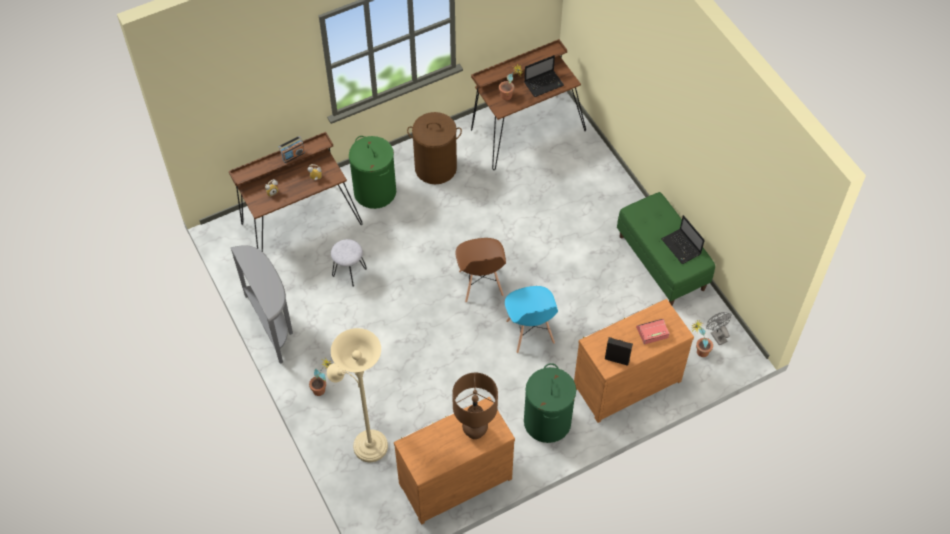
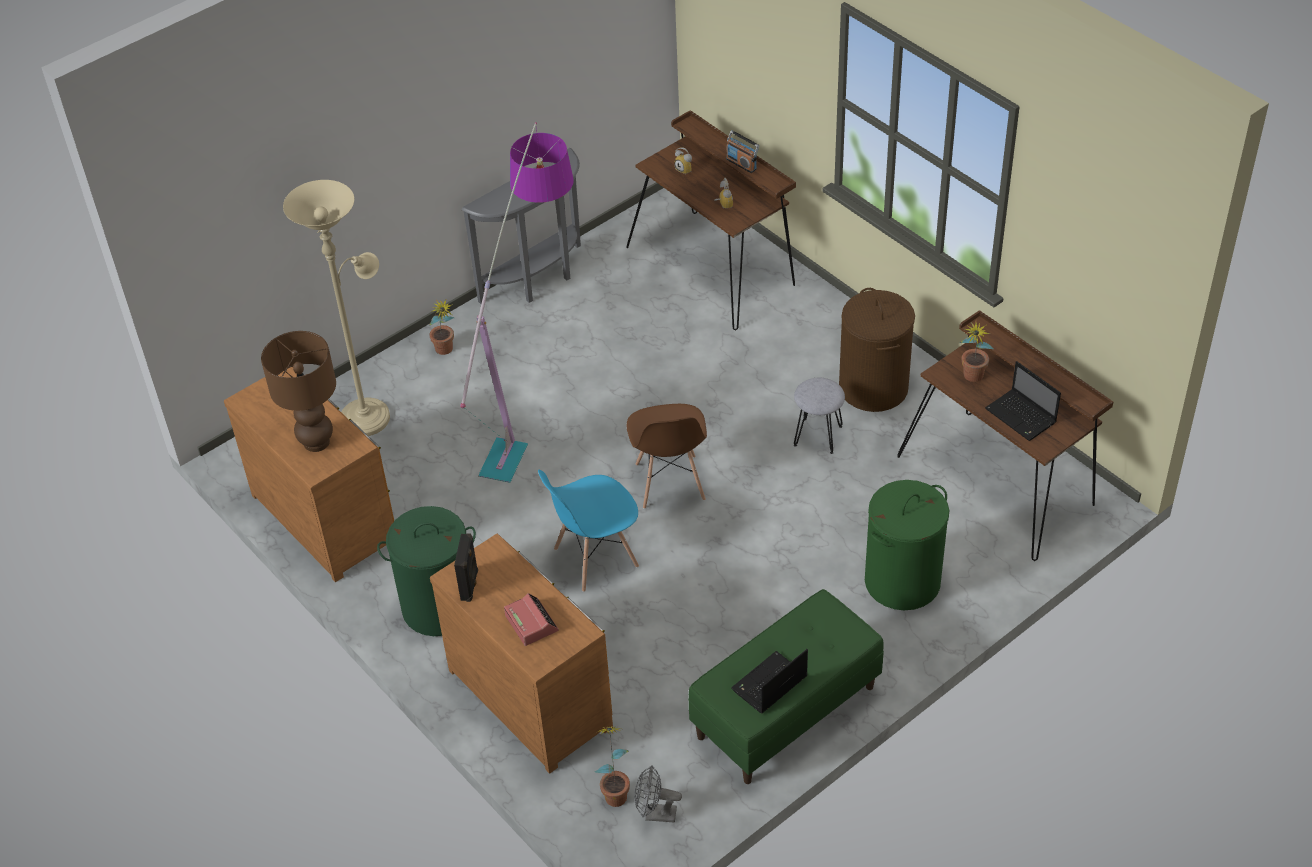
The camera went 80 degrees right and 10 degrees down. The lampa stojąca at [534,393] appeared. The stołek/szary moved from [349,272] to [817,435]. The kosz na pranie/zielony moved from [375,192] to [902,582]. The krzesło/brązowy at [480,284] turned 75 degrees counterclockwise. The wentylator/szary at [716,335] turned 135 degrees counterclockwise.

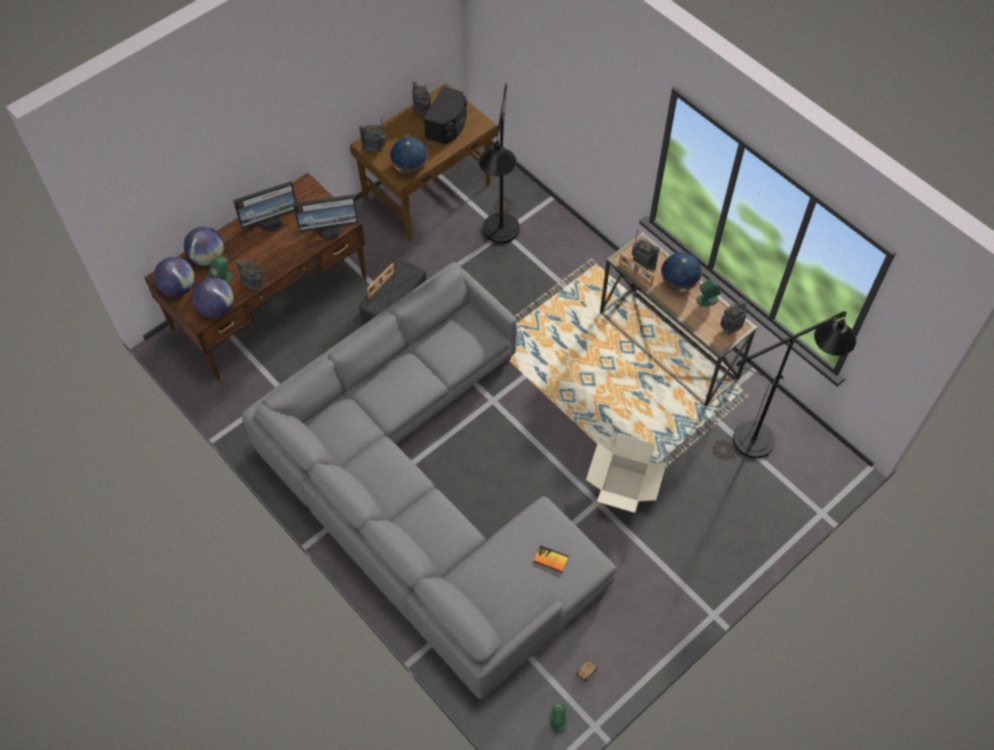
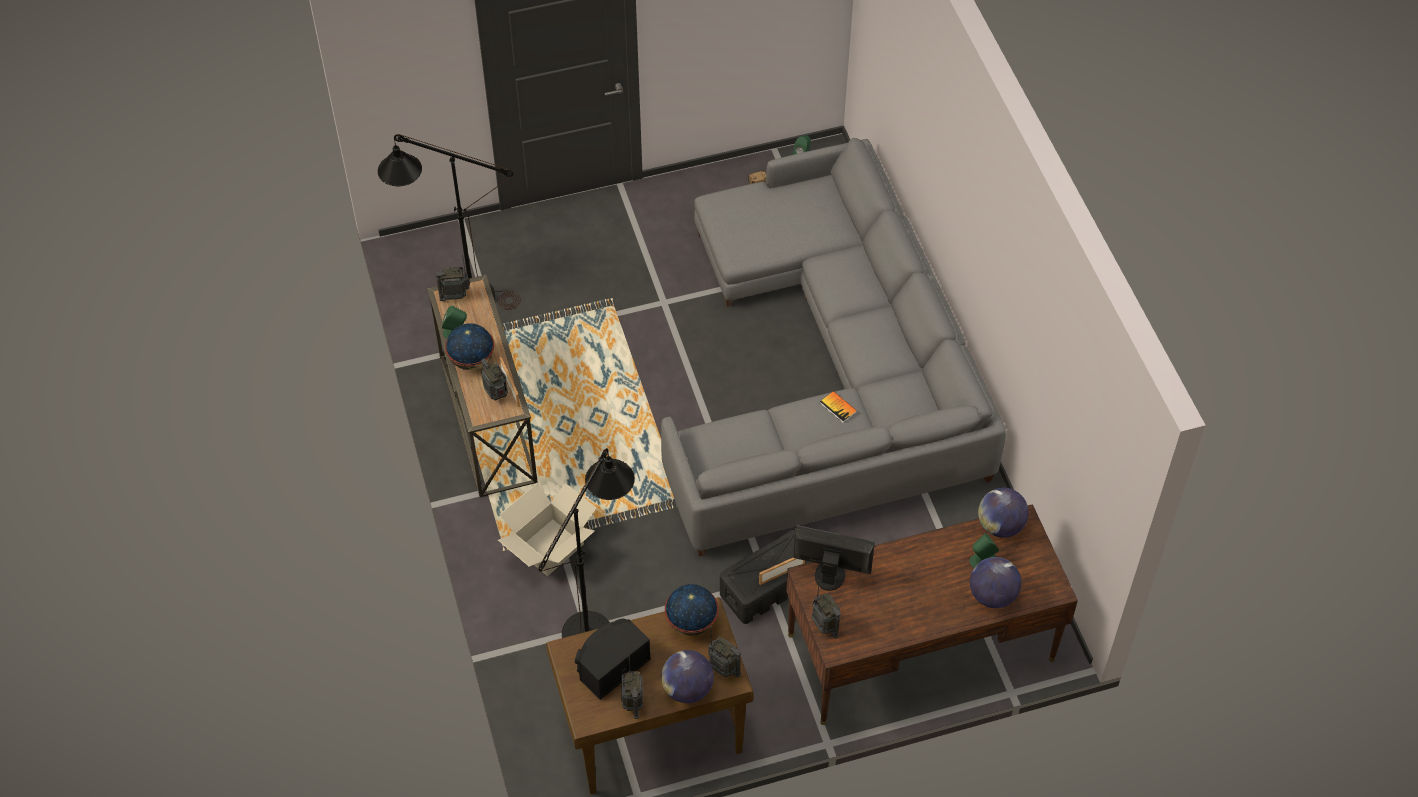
The camera went 155 degrees left and 5 degrees down. The monitor at [271,222] disappeared. The globus moved from [178,288] to [687,689]. The radio moved from [254,285] to [824,626]. The książka moved from [551,559] to [838,407]. The karton moved from [623,488] to [549,547].

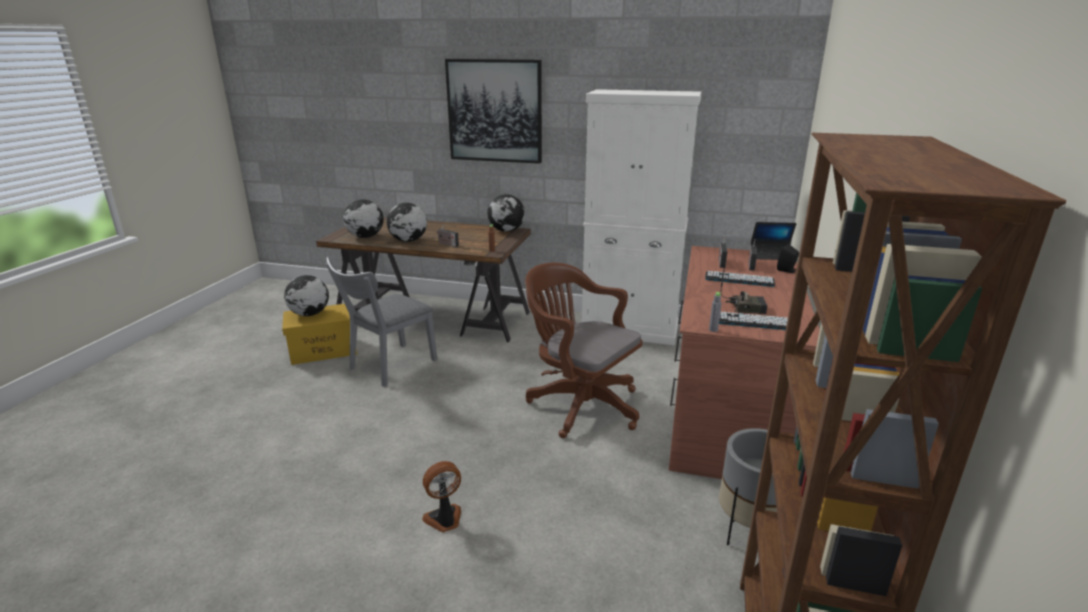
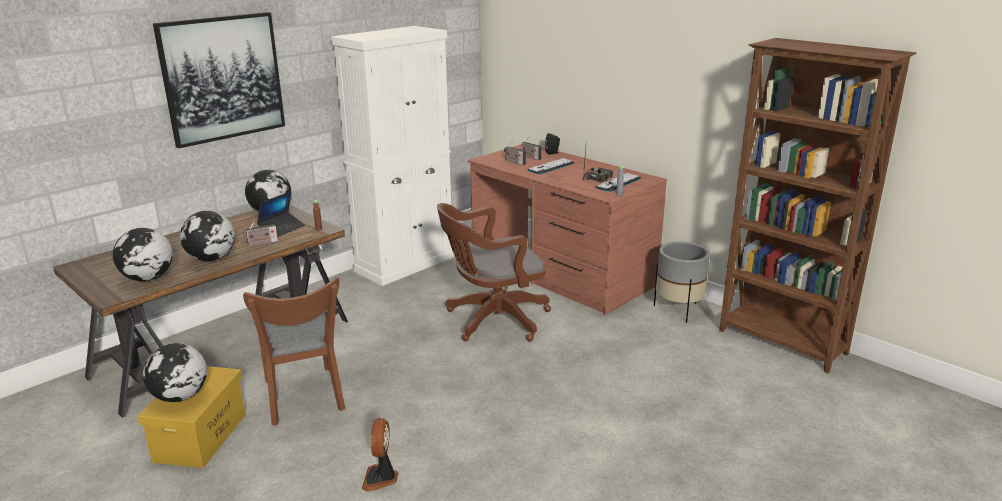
The camera went 60 degrees left and 0 degrees up. The wentylator moved from [444,520] to [381,478]. The laptop moved from [772,255] to [282,229]. The krzesło/szary at [388,366] became the krzesło/brązowy at [304,399].

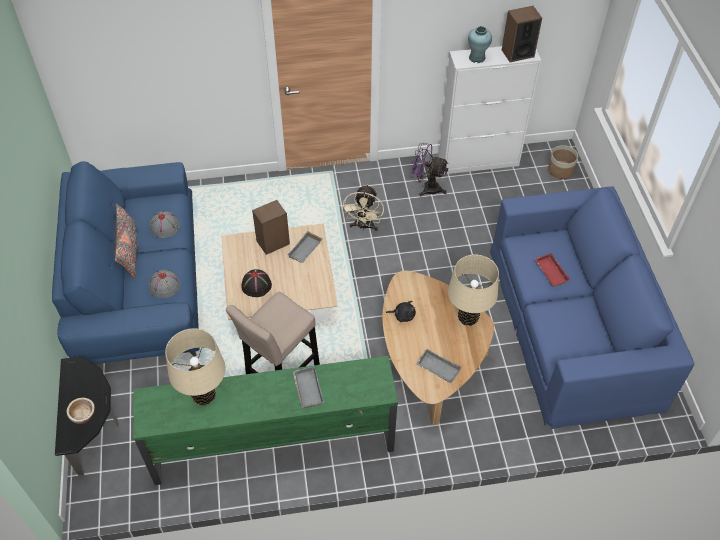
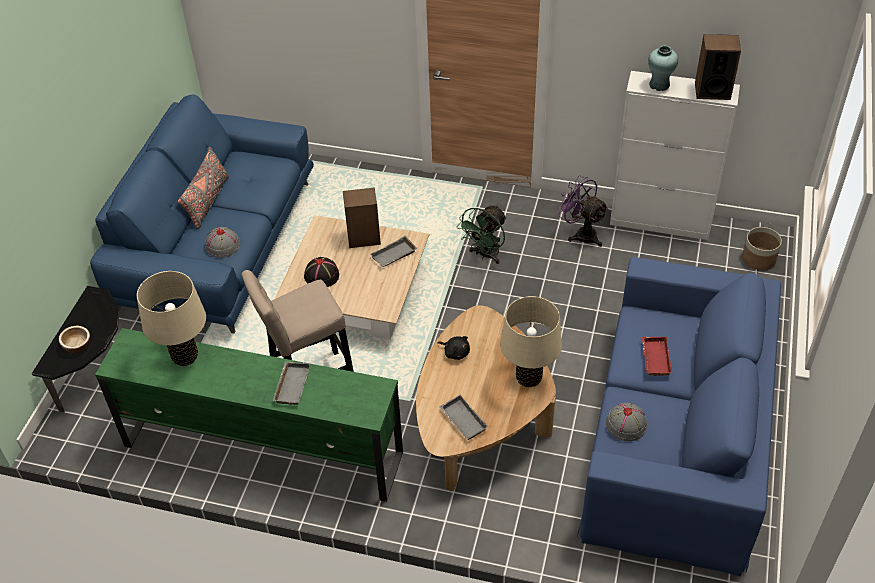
The camera went 25 degrees right and 5 degrees down. The kapelusz/szary moved from [165,226] to [626,424]. The wentylator/beżowy at [364,226] became the wentylator/zielony at [485,255].

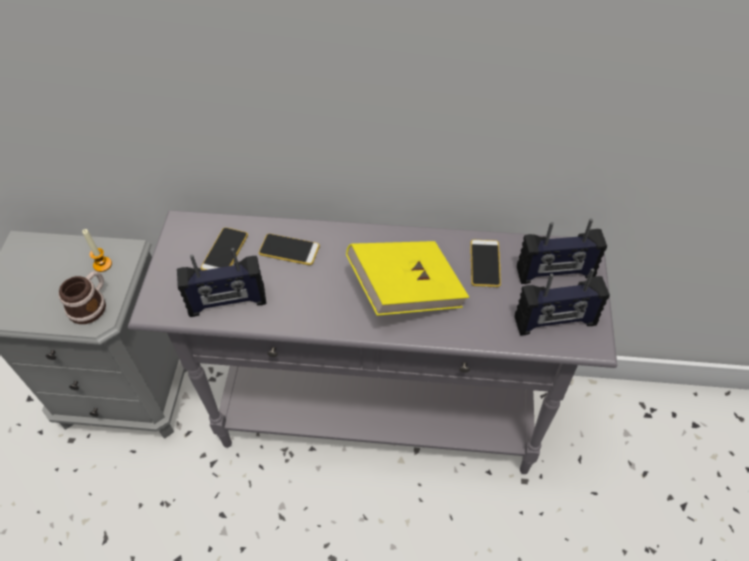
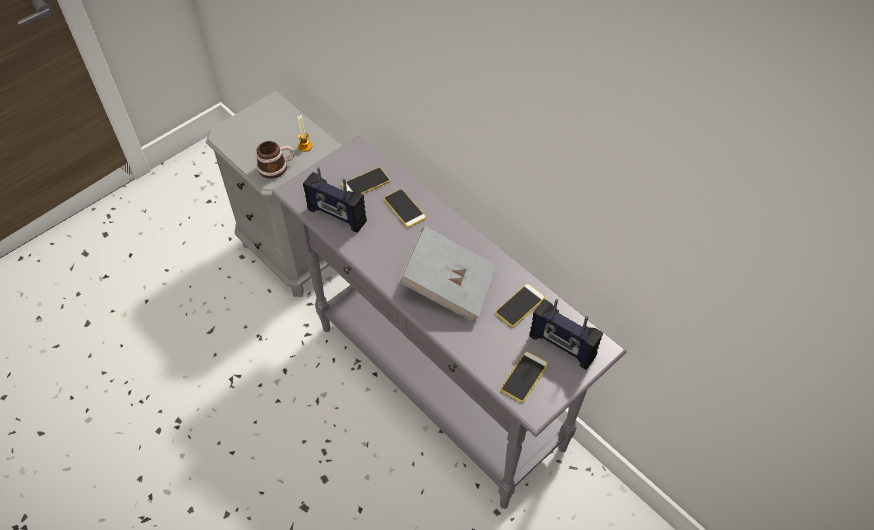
The camera went 40 degrees right and 0 degrees up. The radio at [555,322] was replaced by the telefon at [524,377]. The książka/żółty at [406,291] became the książka/szary at [448,286].

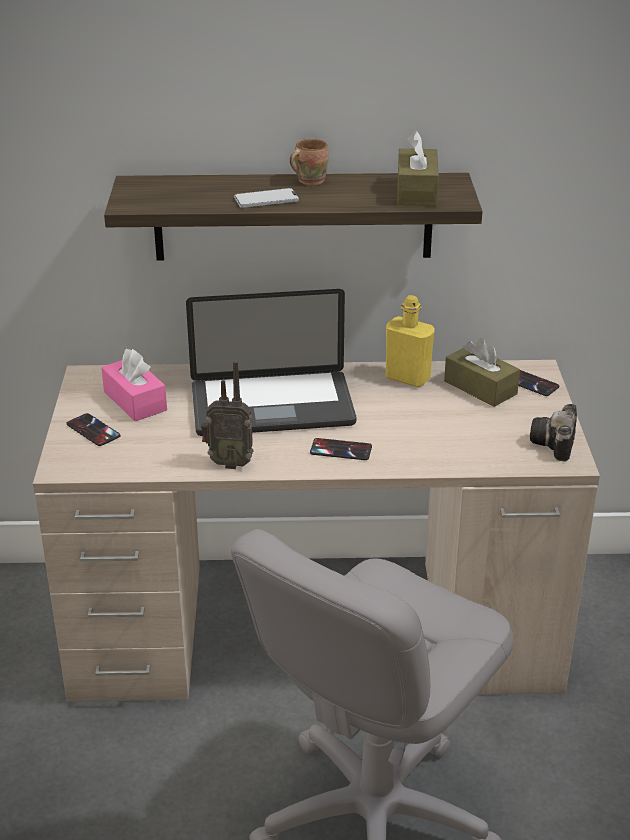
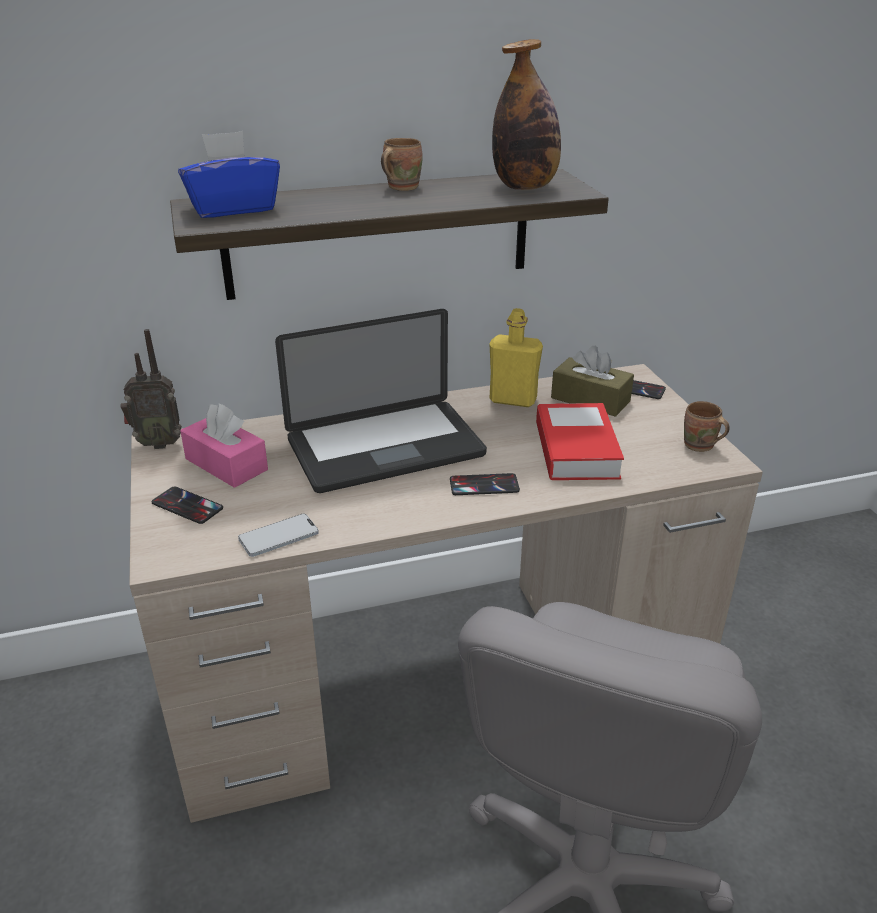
The camera went 15 degrees left and 0 degrees up. The pudełko chusteczek/niebieski at [233,208] appeared. The książka at [576,450] appeared. The radio moved from [229,463] to [158,443]. The telefon moved from [266,199] to [278,536]. The pudełko chusteczek/brązowy at [416,191] was replaced by the butelka at [525,187]. The aparat fotograficzny at [555,445] was replaced by the kubek/brązowy at [699,446].

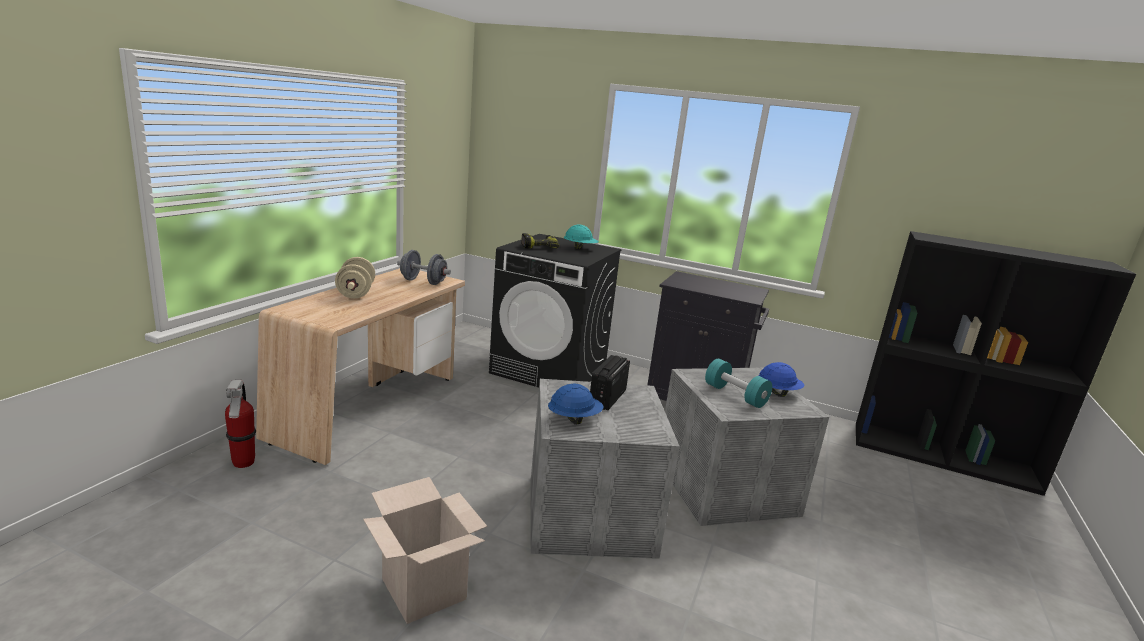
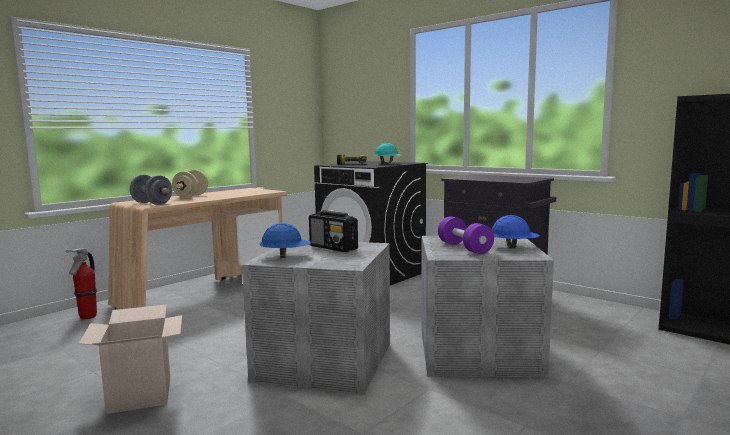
The camera went 20 degrees right and 10 degrees down. The hantel/szary moved from [423,282] to [152,203]. The hantel/turkusowy at [735,395] became the hantel/fioletowy at [464,248]. The radio at [607,398] turned 90 degrees counterclockwise.

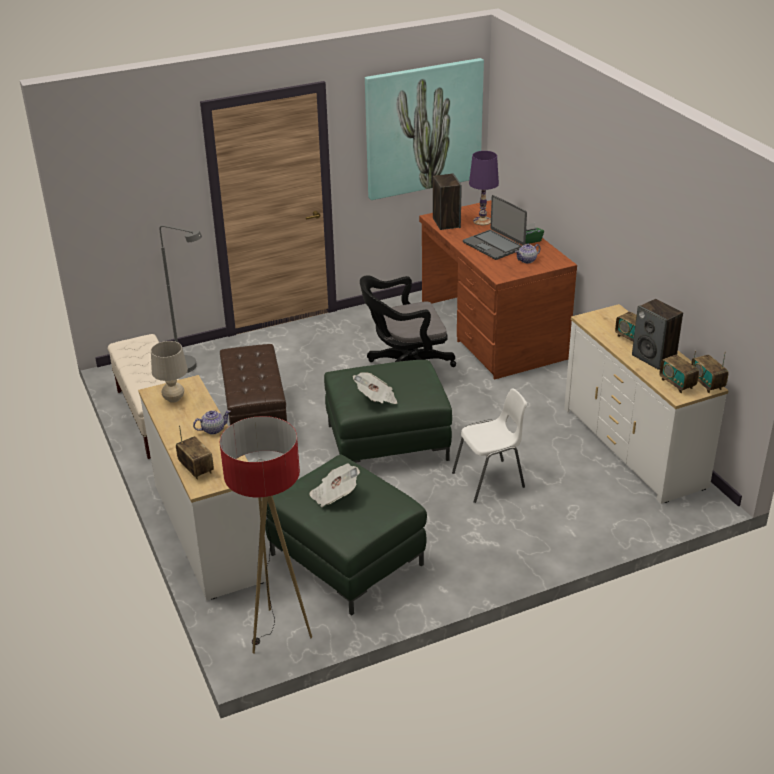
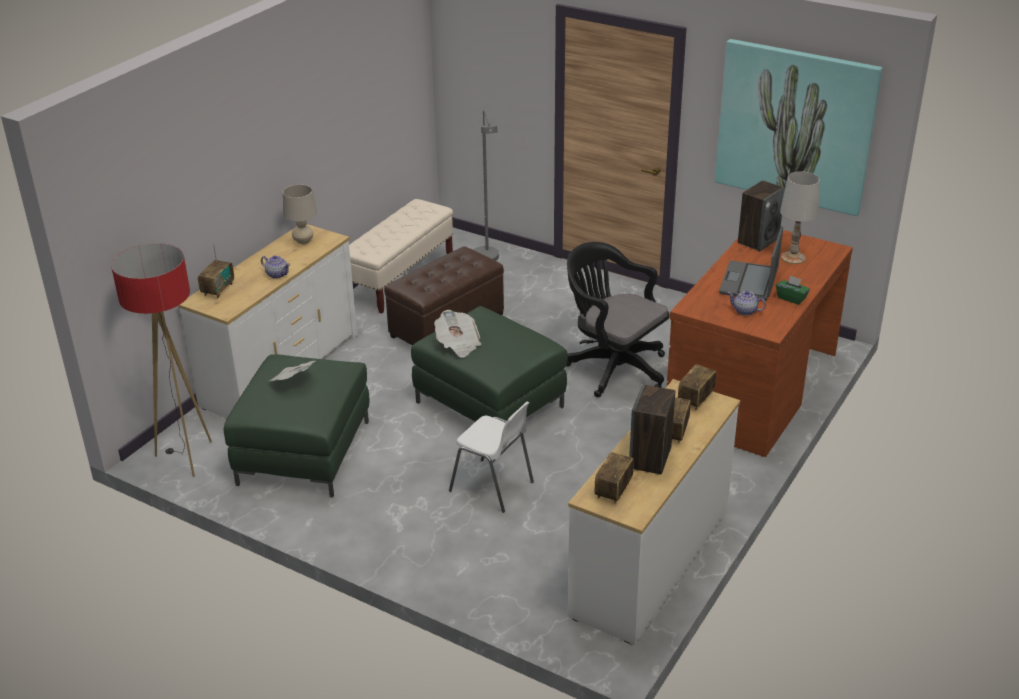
The camera went 55 degrees right and 0 degrees up. The radio moved from [707,384] to [696,399]. The lampa stołowa/fioletowy at [482,221] became the lampa stołowa/biały at [793,257].

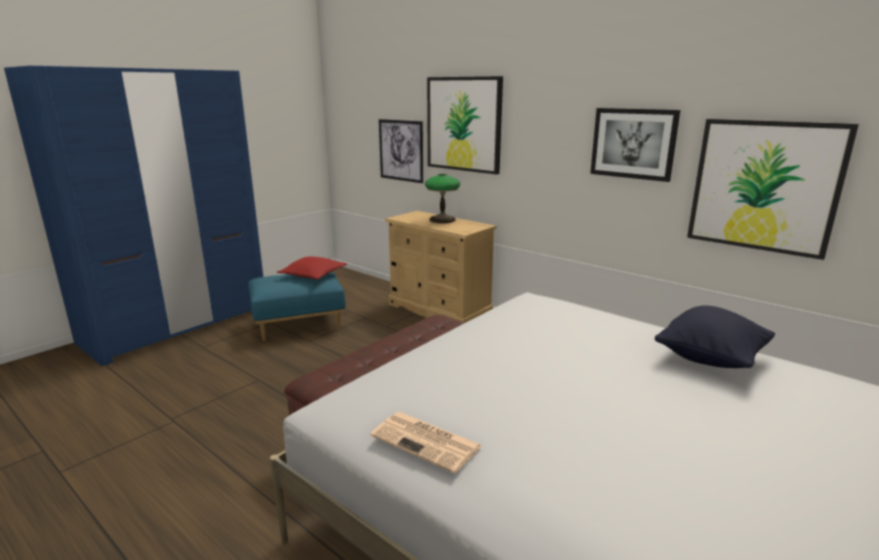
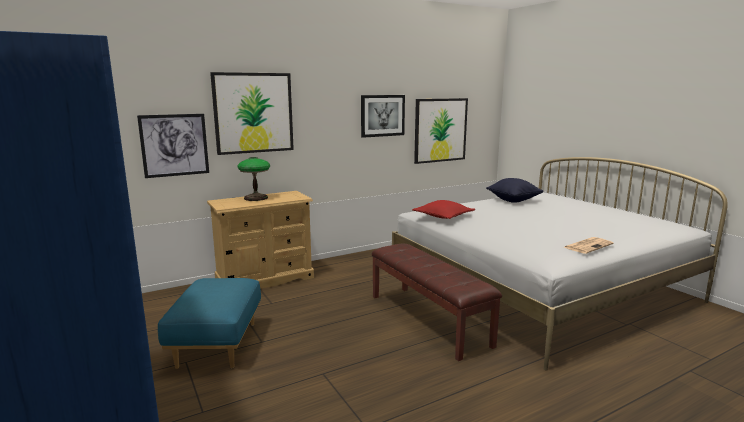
The camera went 70 degrees left and 5 degrees down. The poduszka/czerwony moved from [313,275] to [443,216].

